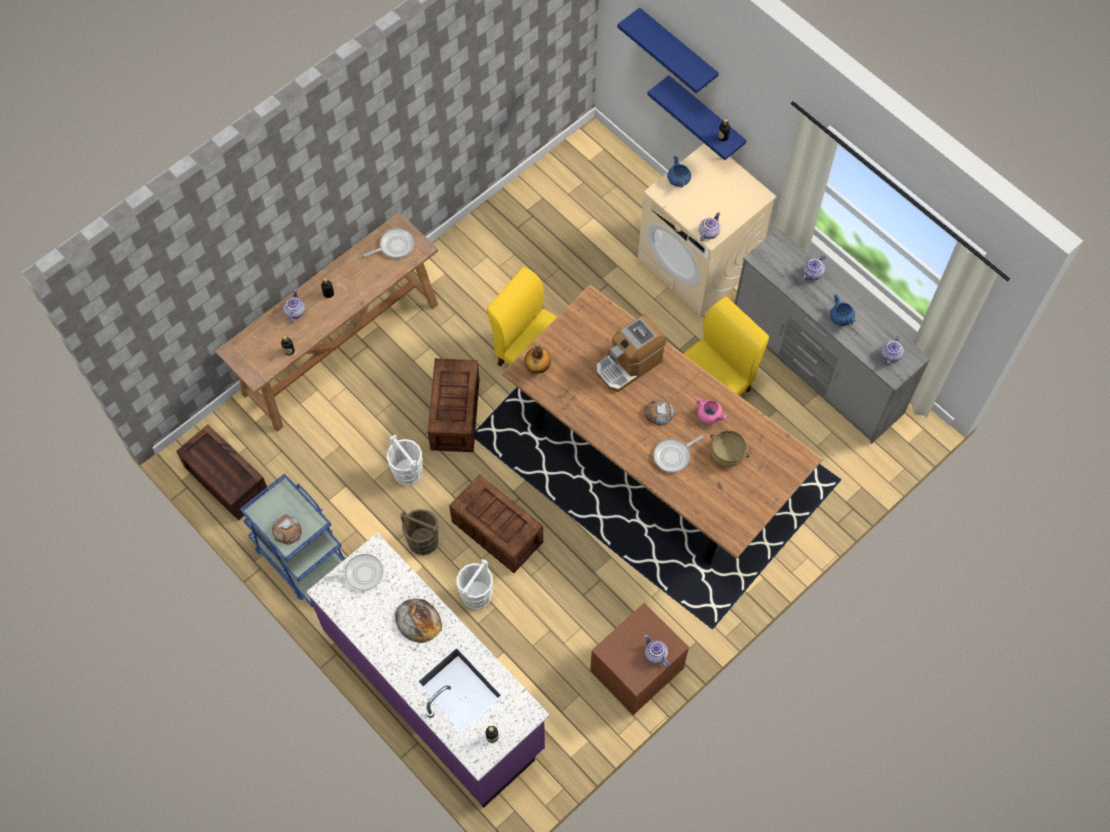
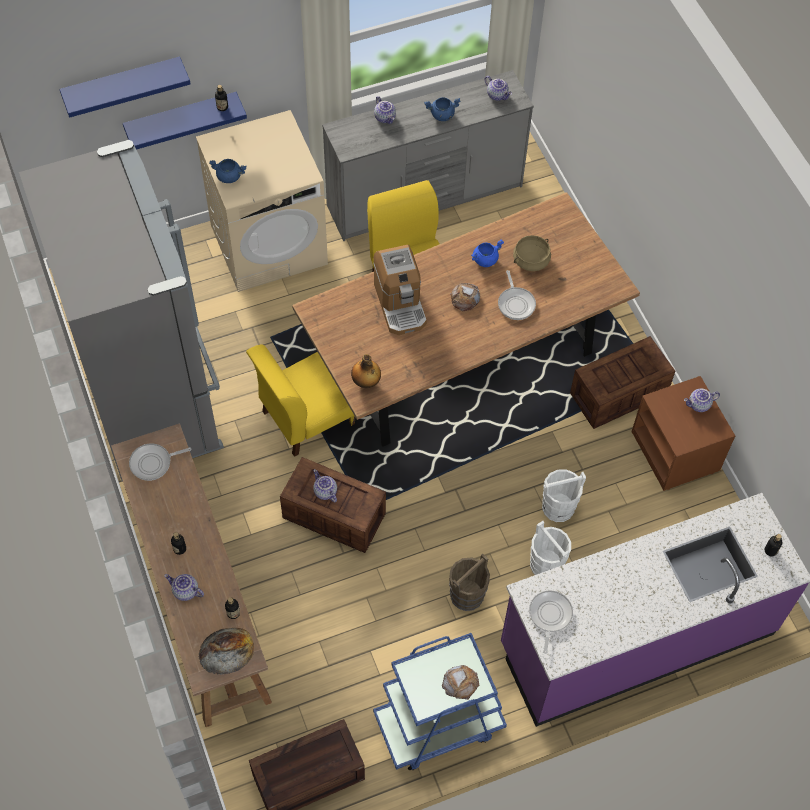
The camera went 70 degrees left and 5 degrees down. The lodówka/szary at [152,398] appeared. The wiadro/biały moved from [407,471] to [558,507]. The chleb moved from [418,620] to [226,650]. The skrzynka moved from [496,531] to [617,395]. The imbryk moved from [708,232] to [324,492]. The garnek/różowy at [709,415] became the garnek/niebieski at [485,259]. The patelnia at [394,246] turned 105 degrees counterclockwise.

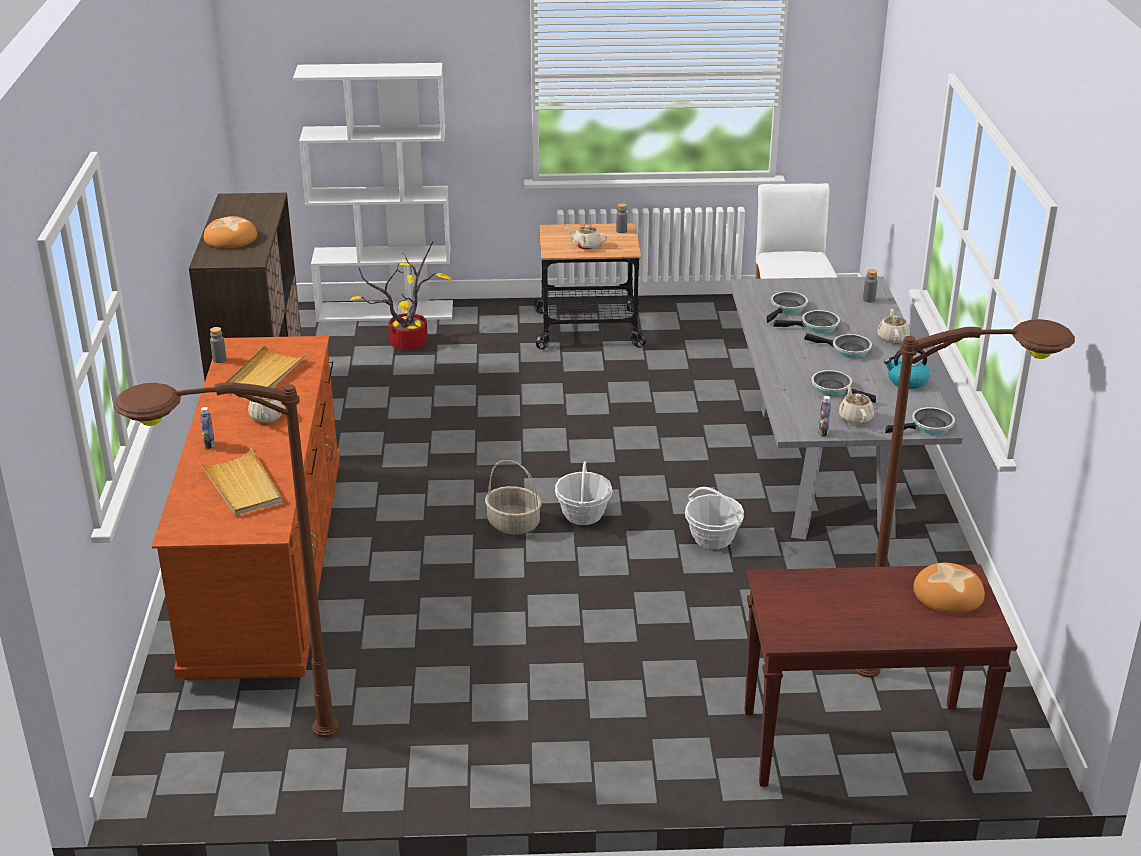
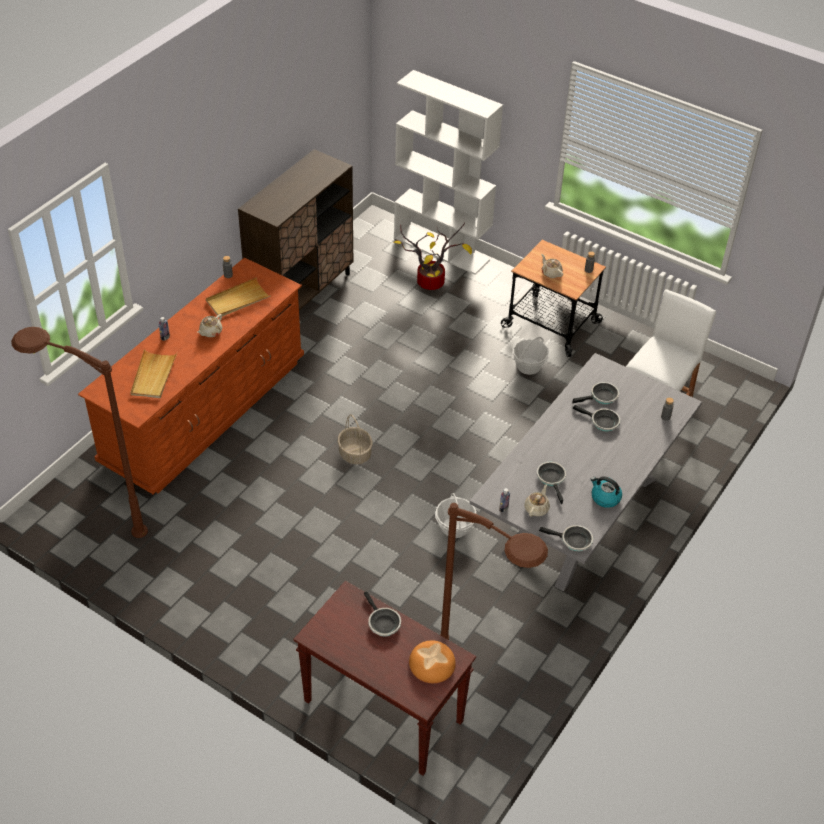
The camera went 35 degrees right and 15 degrees up. The chleb at [231,238] disappeared. The imbryk/beżowy at [892,338] disappeared. The koszyk moved from [583,514] to [528,366]. The patelnia moved from [847,350] to [382,623].

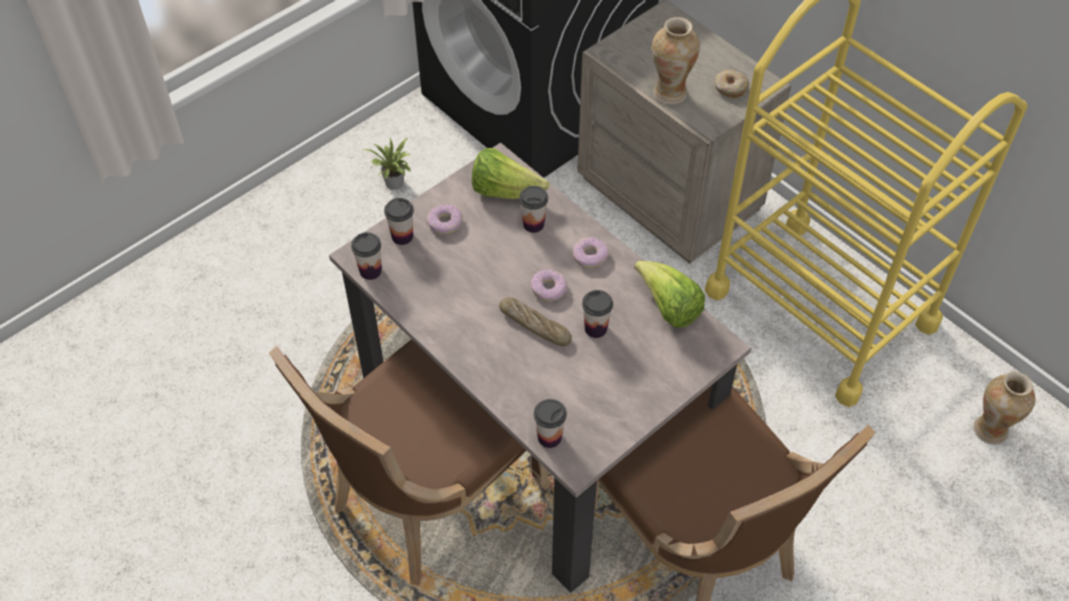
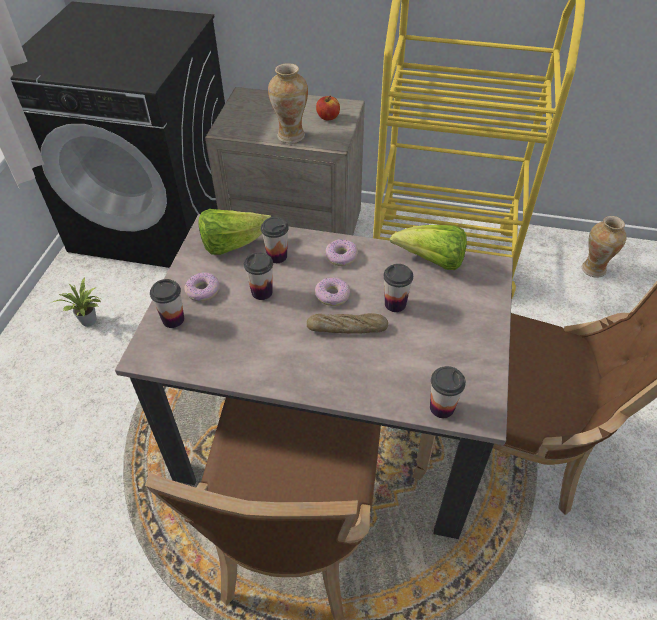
The camera went 35 degrees left and 5 degrees down. The filiżanka moved from [370,271] to [262,292]. The donut at [730,88] was replaced by the jabłko at [328,117].

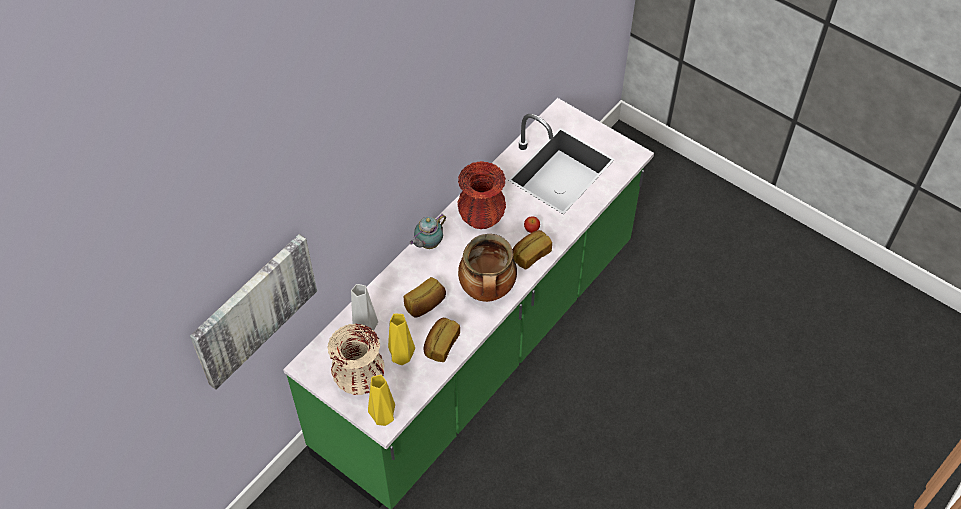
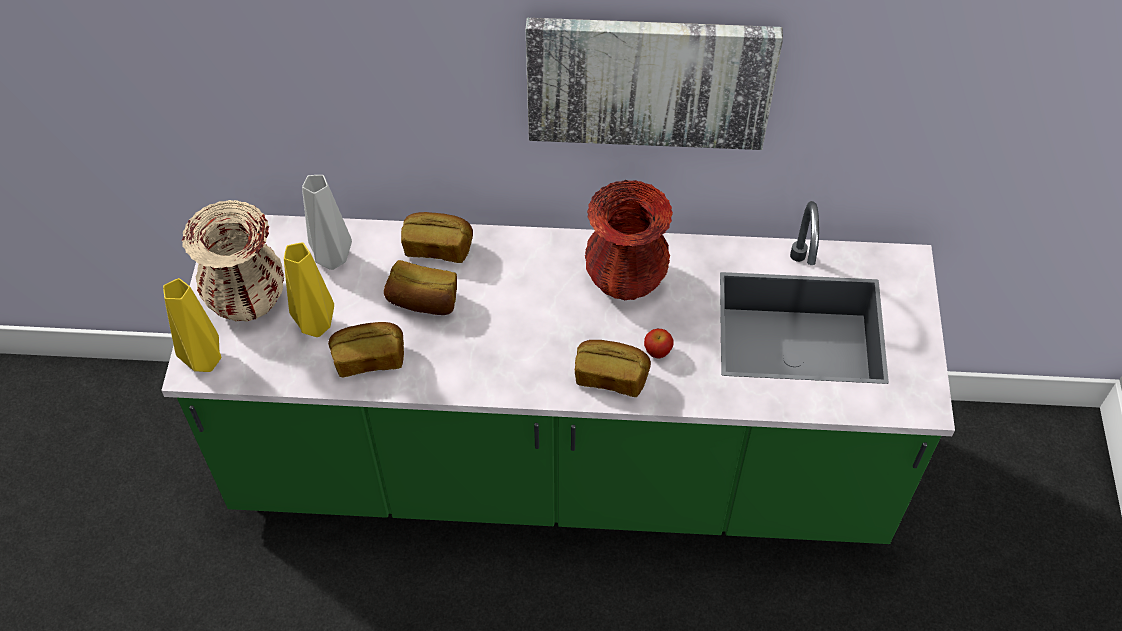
The camera went 55 degrees right and 0 degrees up. The imbryk at [428,244] disappeared. The garnek at [488,291] disappeared. The chleb at [437,247] appeared. The obraz moved from [253,309] to [649,80].

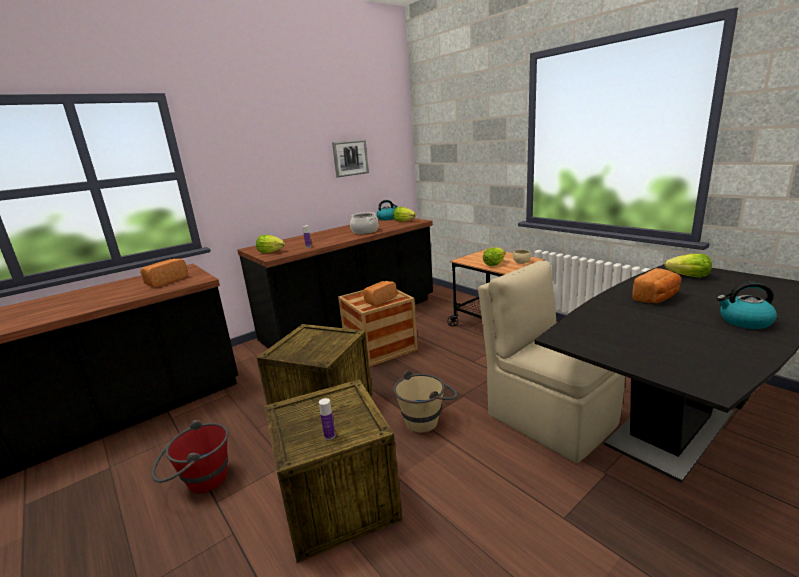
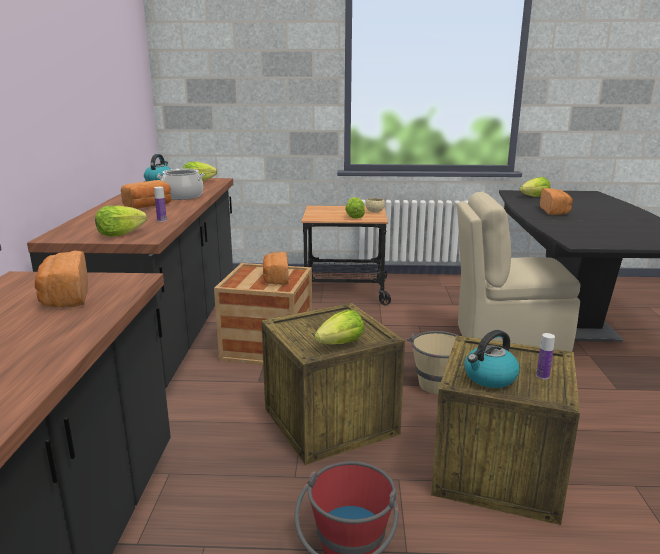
The camera went 50 degrees left and 0 degrees up. The obraz at [350,158] disappeared. The chleb at [149,206] appeared. The sałata at [341,343] appeared. The czajnik moved from [744,321] to [489,378].

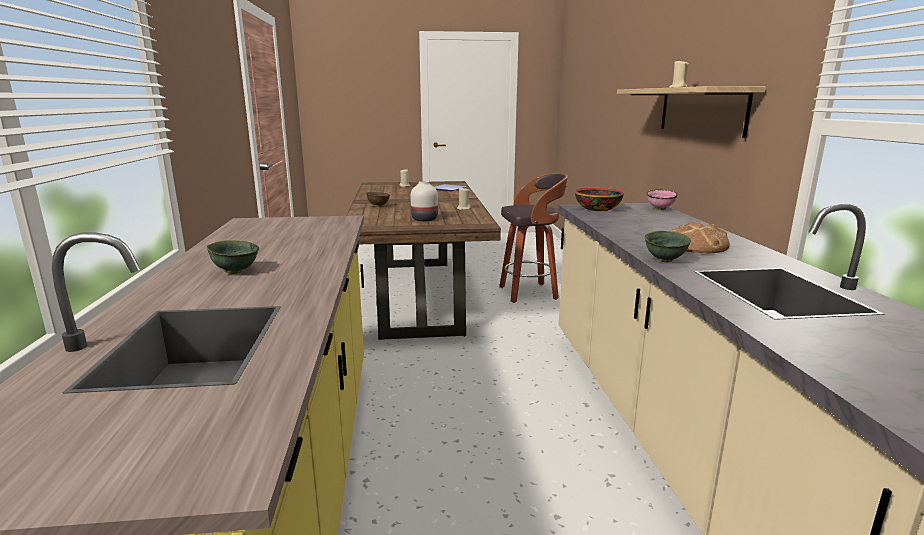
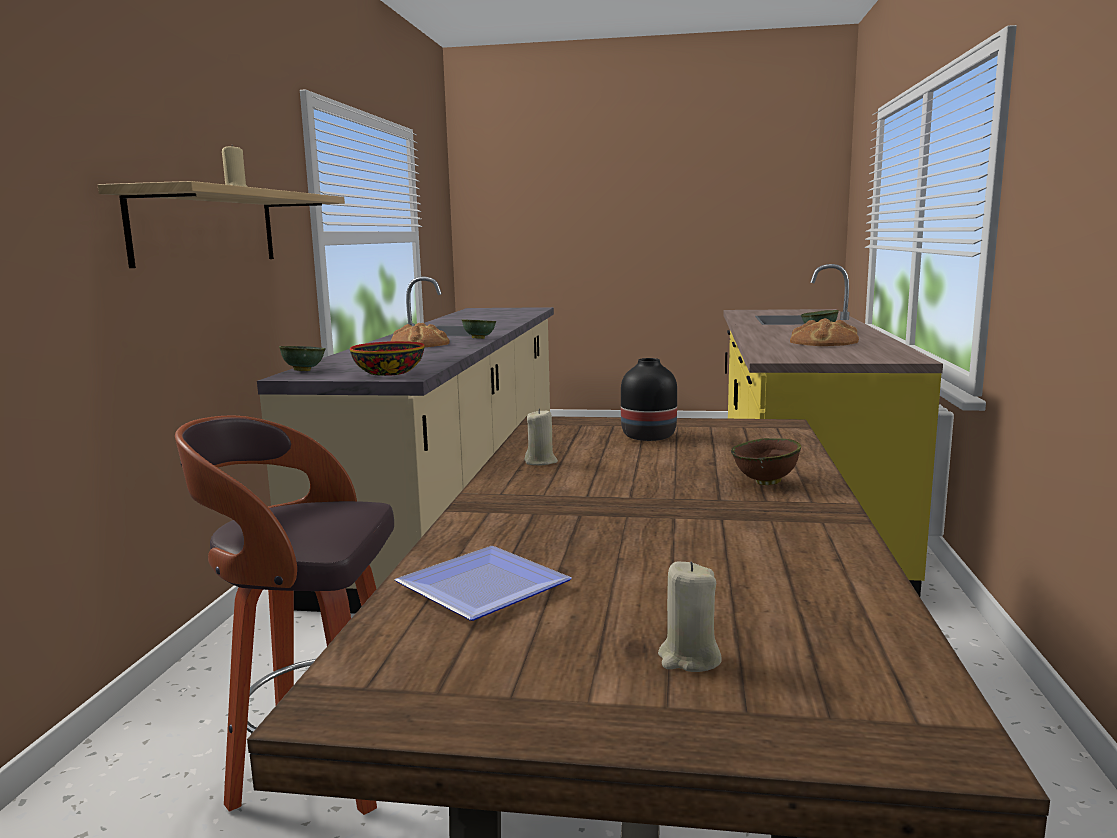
The camera went 165 degrees left and 5 degrees down. The chleb at [823,342] appeared. The wazon/biały at [425,219] became the wazon/czarny at [647,436]. The miska/różowy at [660,209] became the miska/zielony at [303,371].

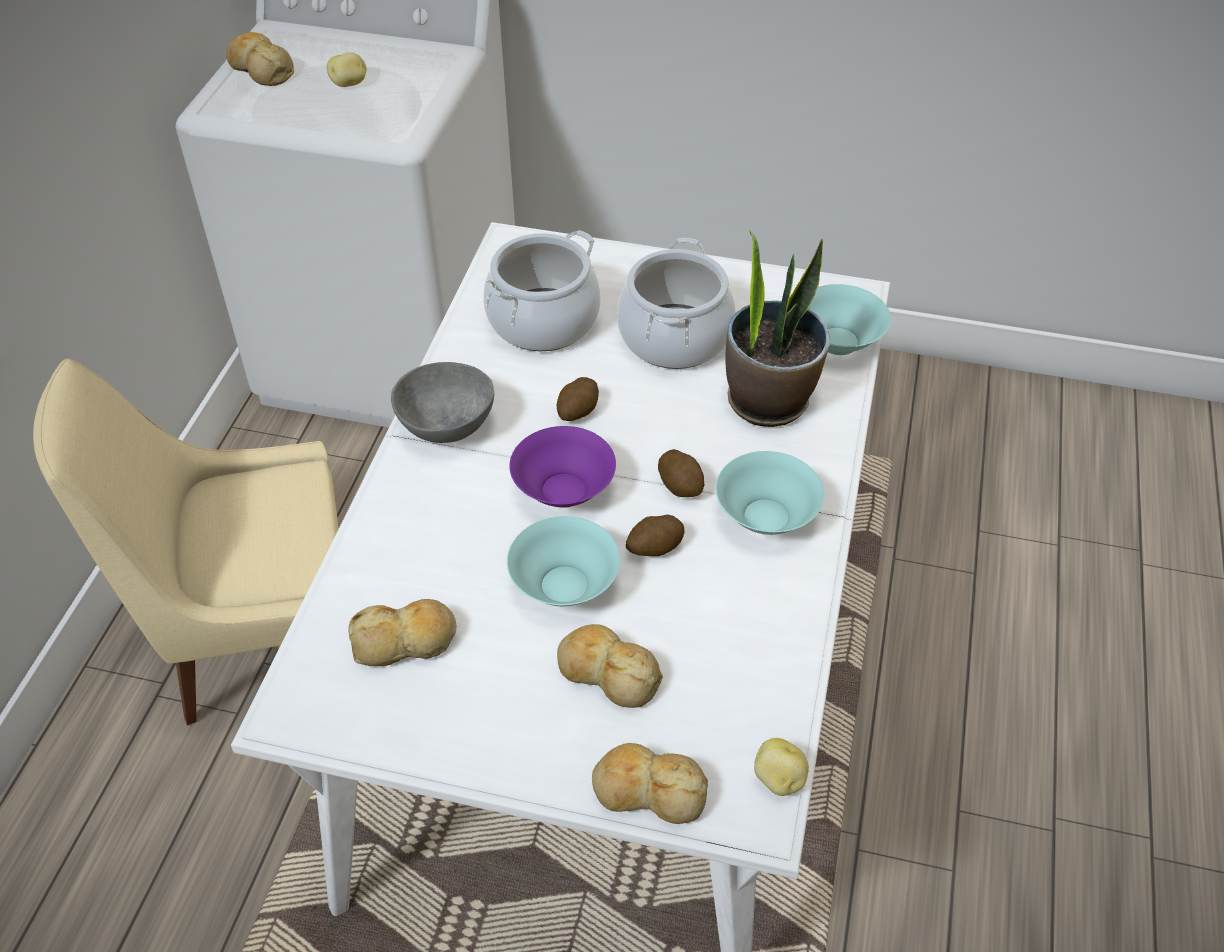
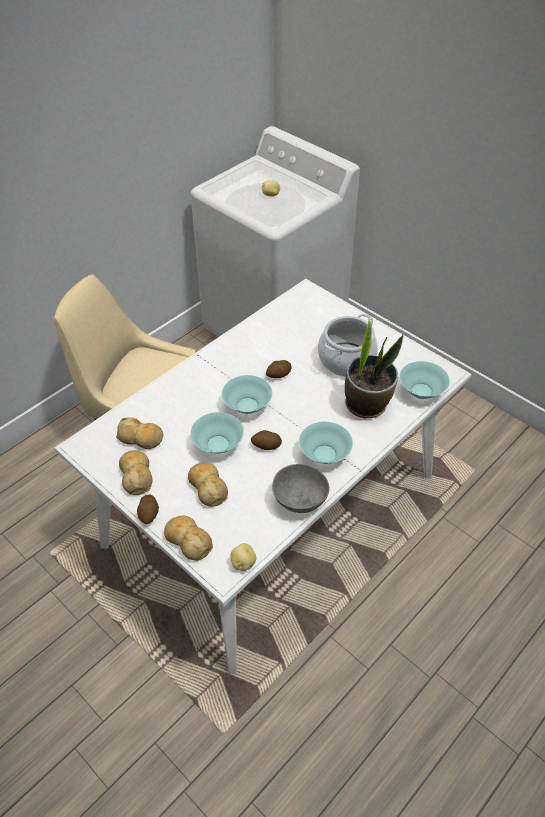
The camera went 30 degrees right and 0 degrees up. The garnek at [542,320] disappeared. The chleb moved from [261,69] to [136,476]. The miska/szary moved from [448,428] to [300,501]. The ziemniak moved from [681,485] to [149,514]. The miska/fioletowy at [562,490] became the miska/turkusowy at [247,405].

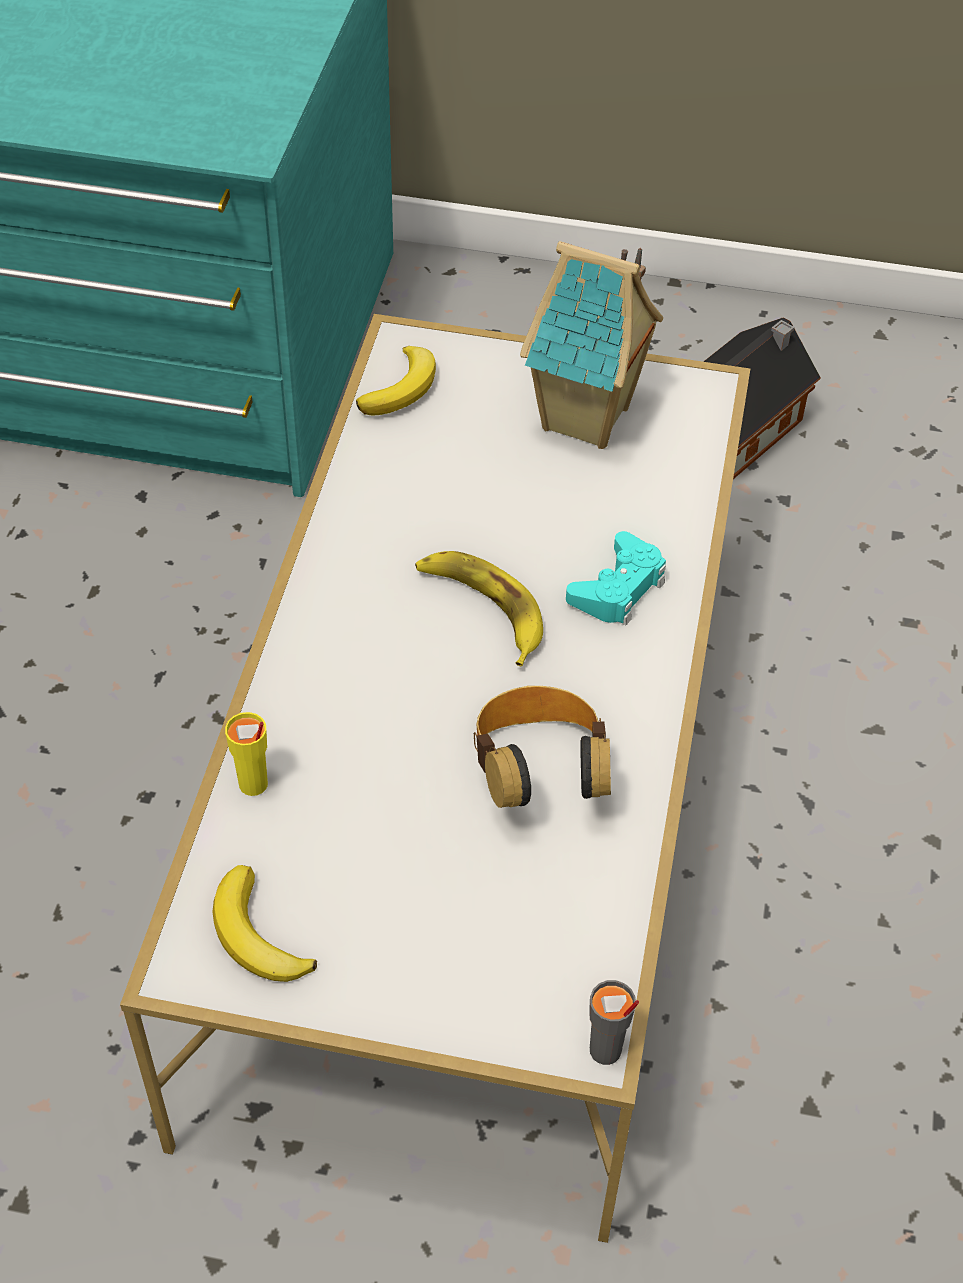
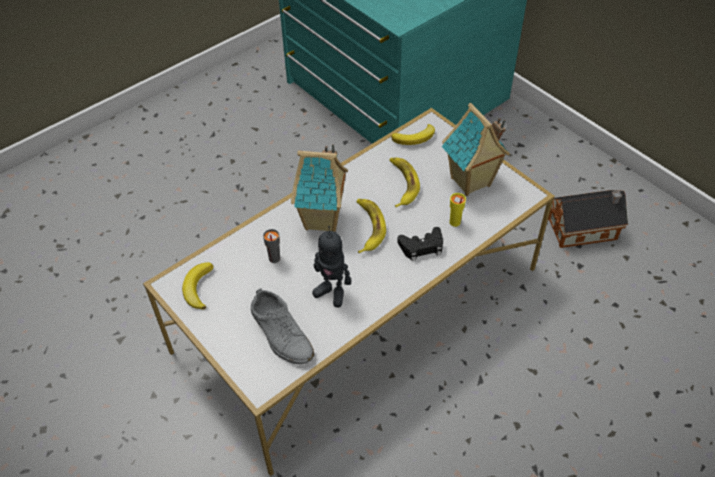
The camera went 40 degrees right and 0 degrees up. The but/szary at [281,334] appeared. The domek at [323,220] appeared. The banan at [402,184] appeared. The filiżanka/żółty moved from [253,785] to [454,222]. The filiżanka/szary moved from [605,1051] to [274,259]. The słuchawki at [539,772] was replaced by the robot zabawkowy at [332,292]. The pad do gier/turkusowy at [618,588] became the pad do gier/czarny at [422,247].

